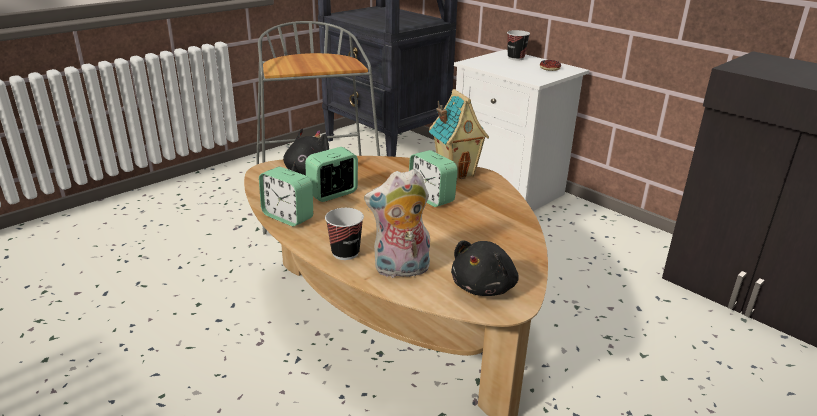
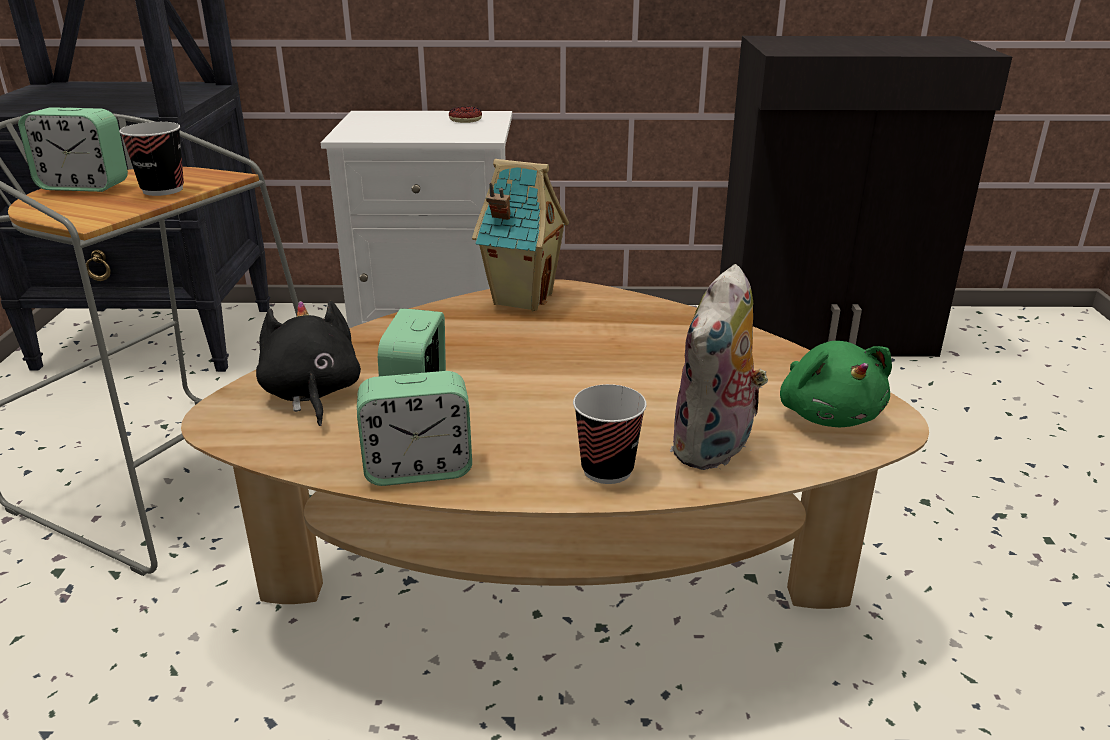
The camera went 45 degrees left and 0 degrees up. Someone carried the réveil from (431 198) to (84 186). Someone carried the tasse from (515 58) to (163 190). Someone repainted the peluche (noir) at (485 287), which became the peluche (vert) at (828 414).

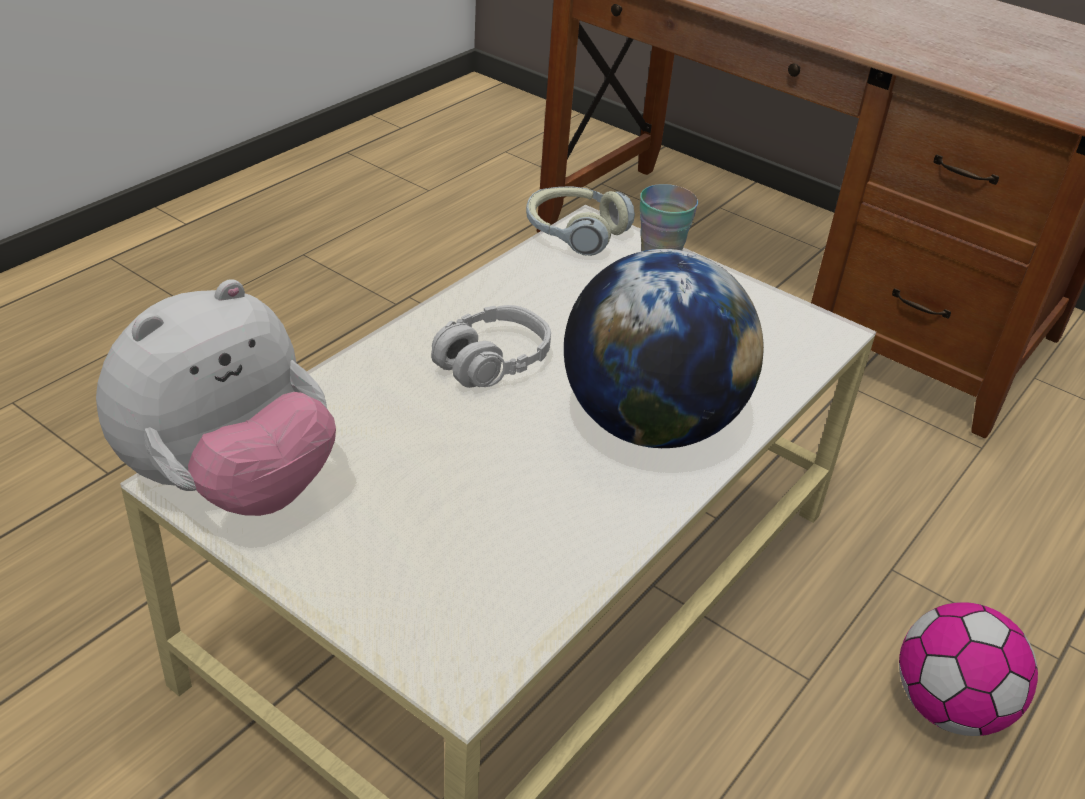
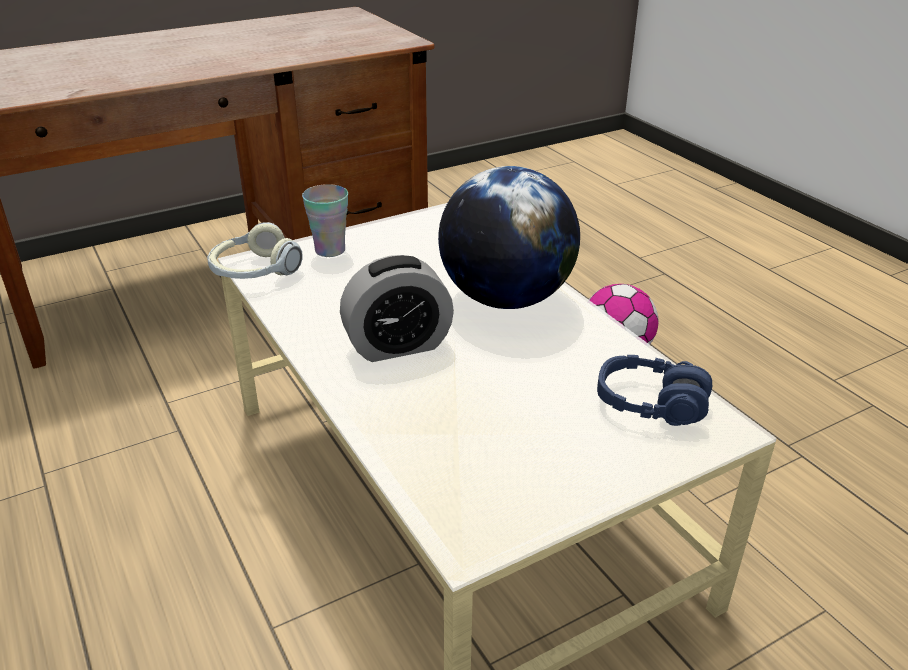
The camera went 65 degrees left and 5 degrees down. Someone took away the peluche at (230 484). Someone put down the casque audio (bleu) at (650 404). Someone swapped the casque audio (gris) at (491 362) for the réveil at (398 345).

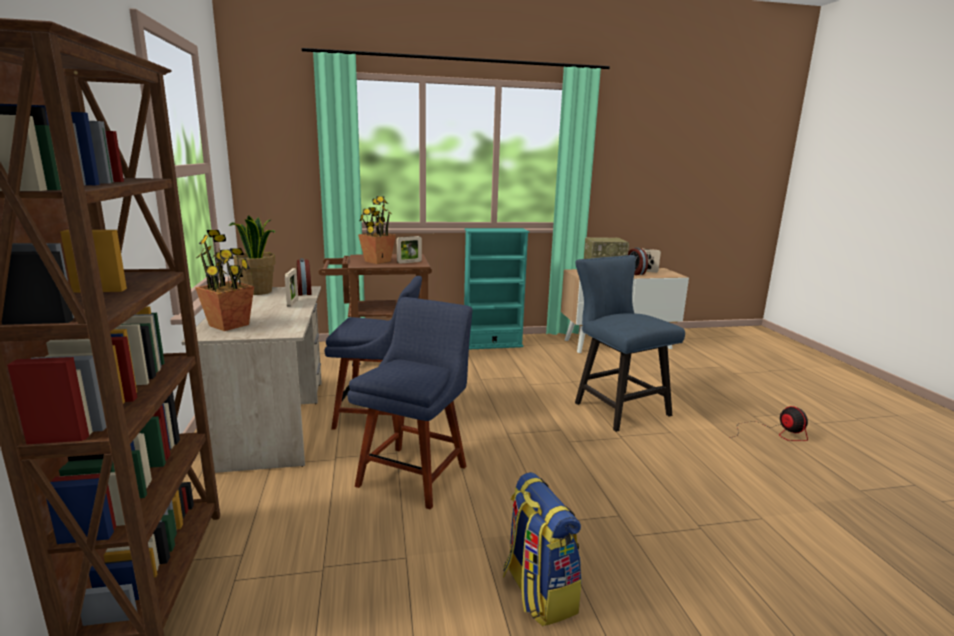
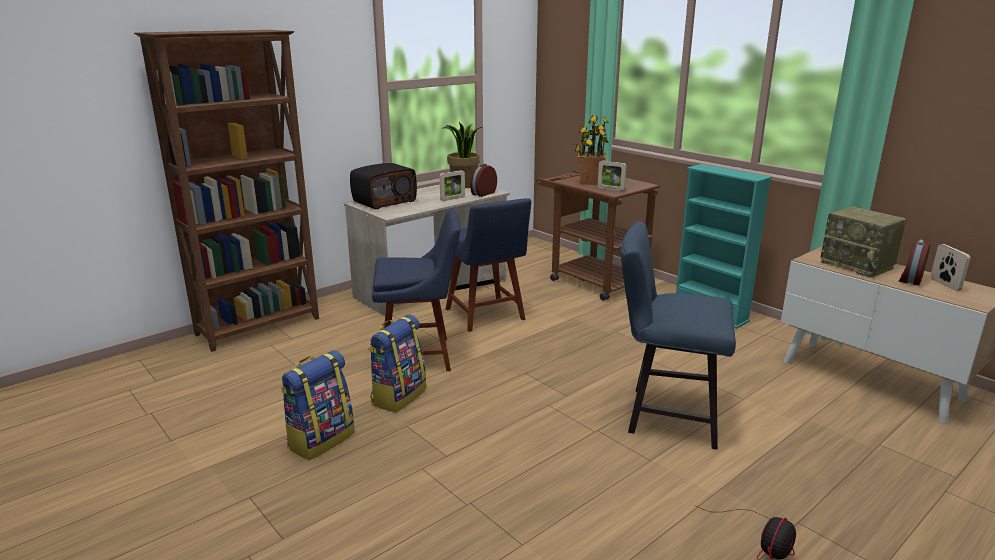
The camera went 60 degrees right and 5 degrees up. Someone put down the sac à dos at (398 396). Someone swapped the plante en pot at (229 325) for the radio at (384 201). Someone rotated the chaise (bleu) at (616 407) by 105 degrees counterclockwise.

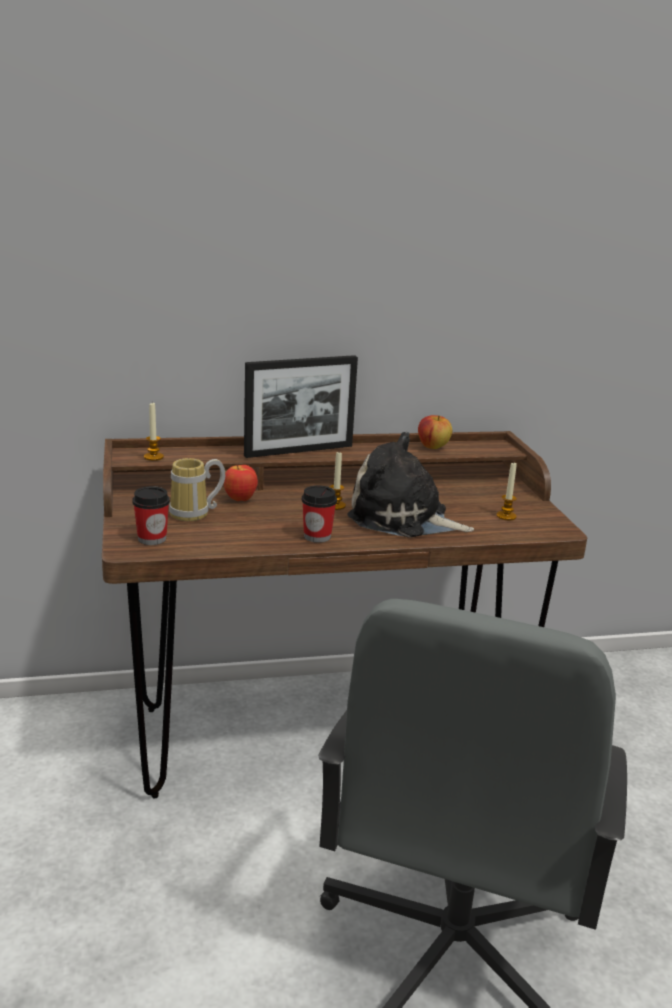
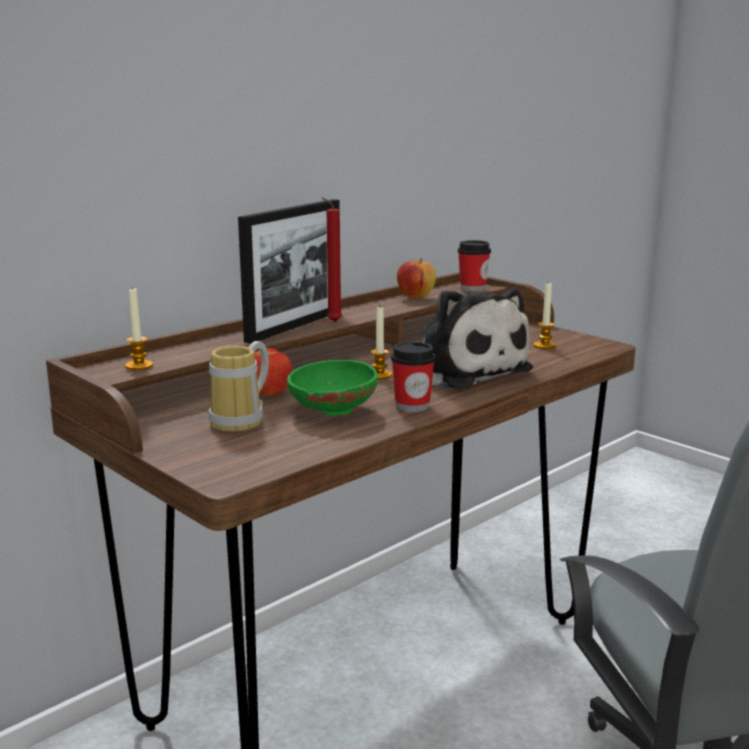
The camera went 30 degrees left and 5 degrees down. Someone put down the bol (vert) at (331 411). Someone put down the bougie (rouge) at (332 322). Someone carried the tasse from (152 539) to (473 288). Someone rotated the peluche at (403 518) by 120 degrees counterclockwise.

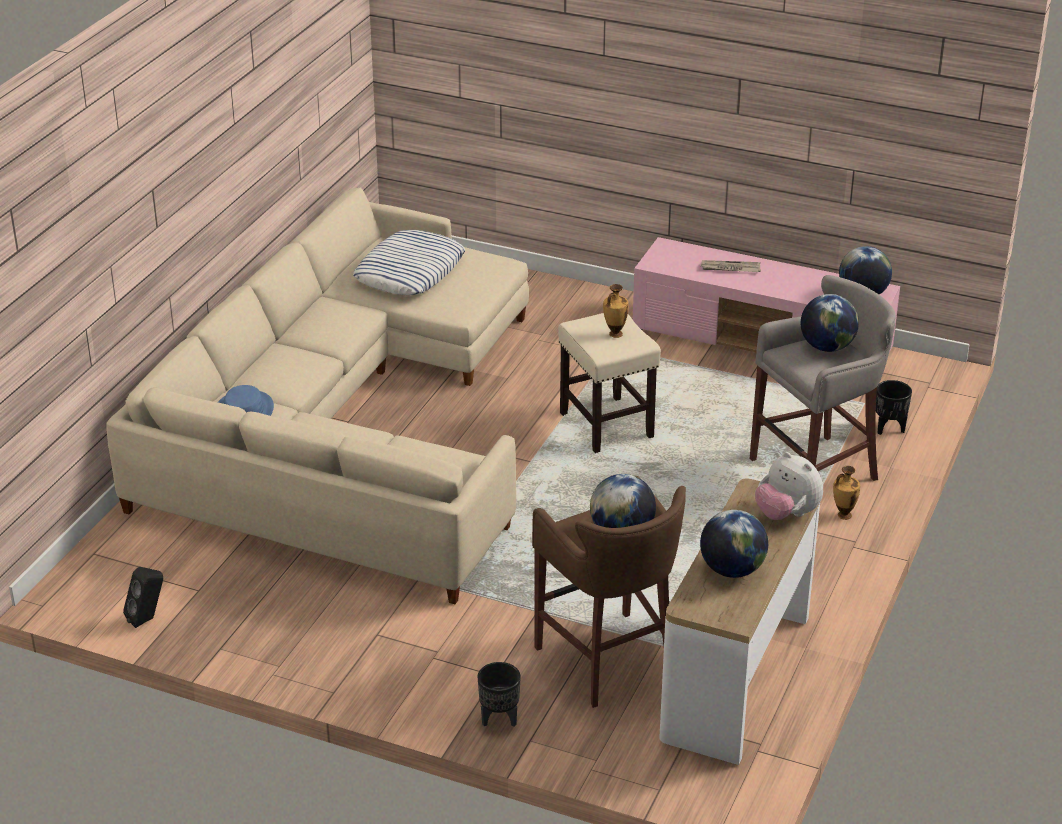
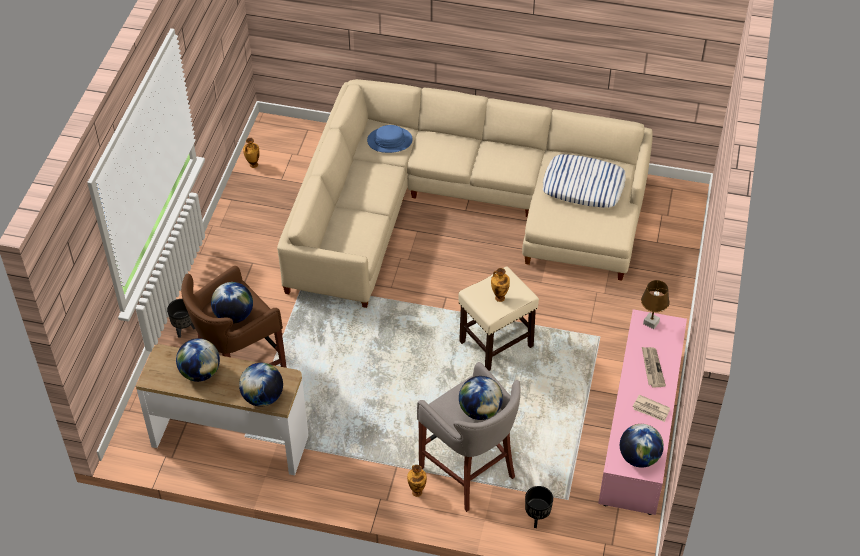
The camera went 80 degrees right and 15 degrees up. Someone put down the journal at (651 409). Someone put down the lampe de table (marron) at (651 323). Someone swapped the enceinte (noir) at (148 619) for the vase at (253 165). Someone swapped the peluche at (786 514) for the globe at (263 397).

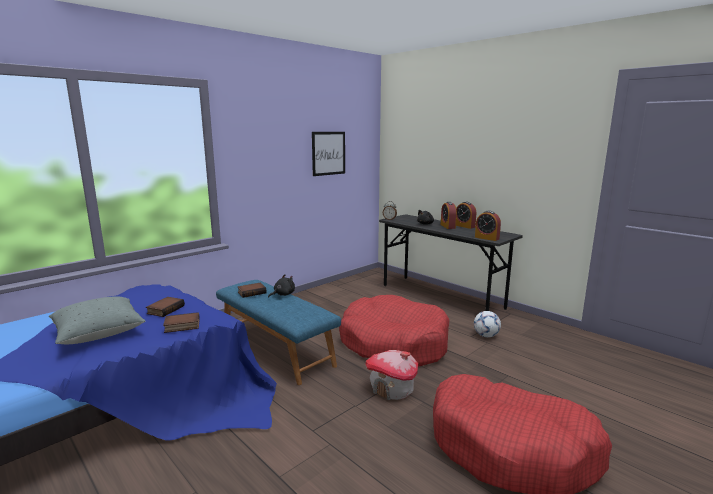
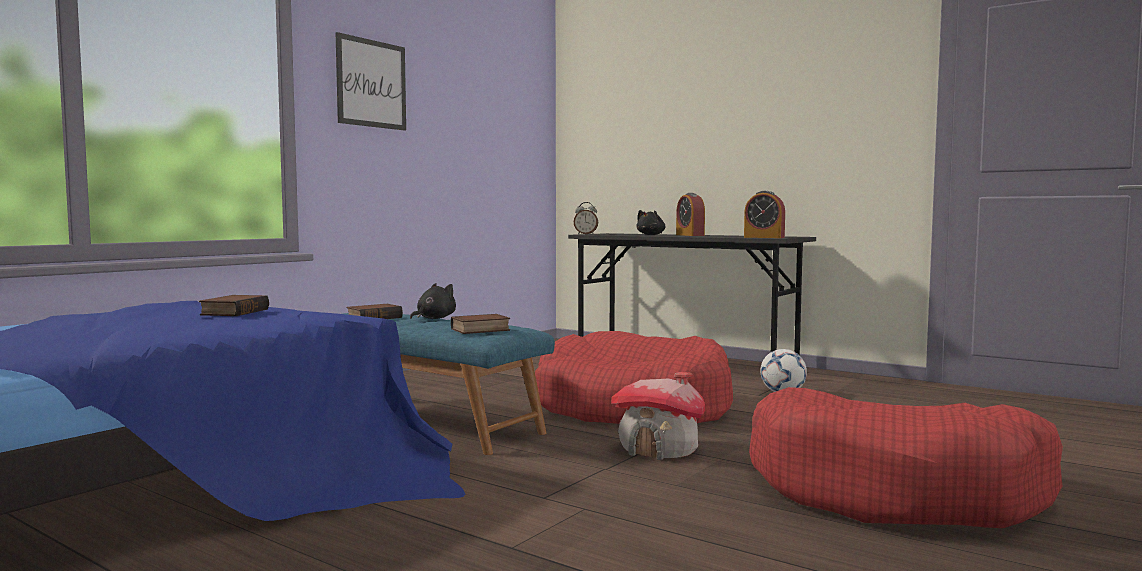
The camera went 10 degrees left and 10 degrees down. Someone took away the coussin (gris) at (99 333). Someone took away the réveil at (464 226). Someone carried the livre from (181 326) to (480 330). Someone carried the tableau from (328 153) to (371 83).

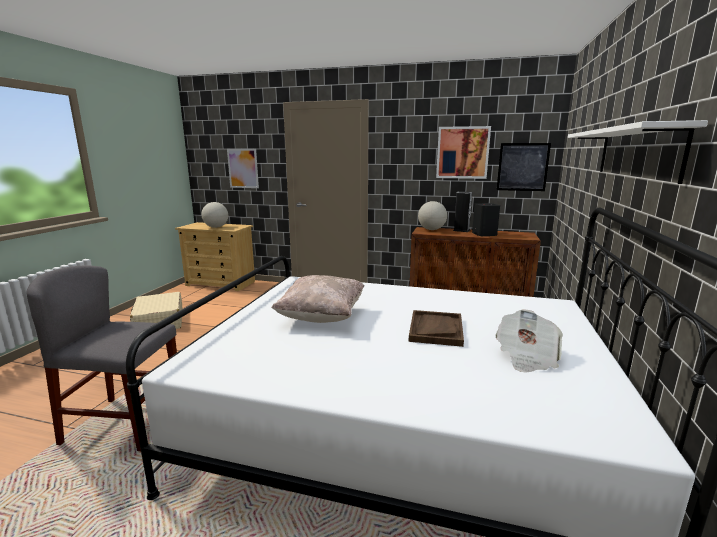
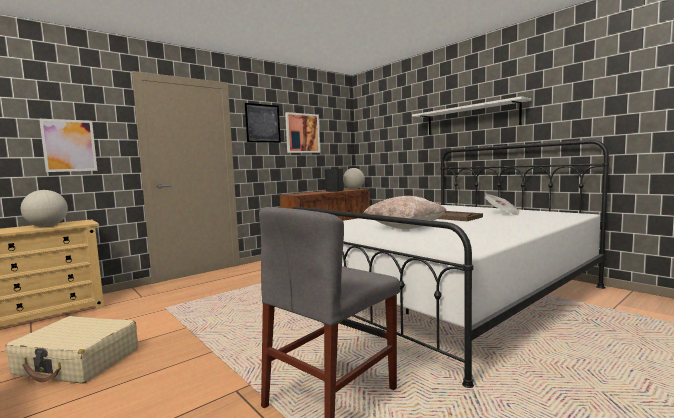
The camera went 55 degrees left and 10 degrees down. Someone took away the enceinte at (461 230). Someone carried the globe from (431 229) to (354 189). Someone carried the tableau from (522 167) to (263 123).

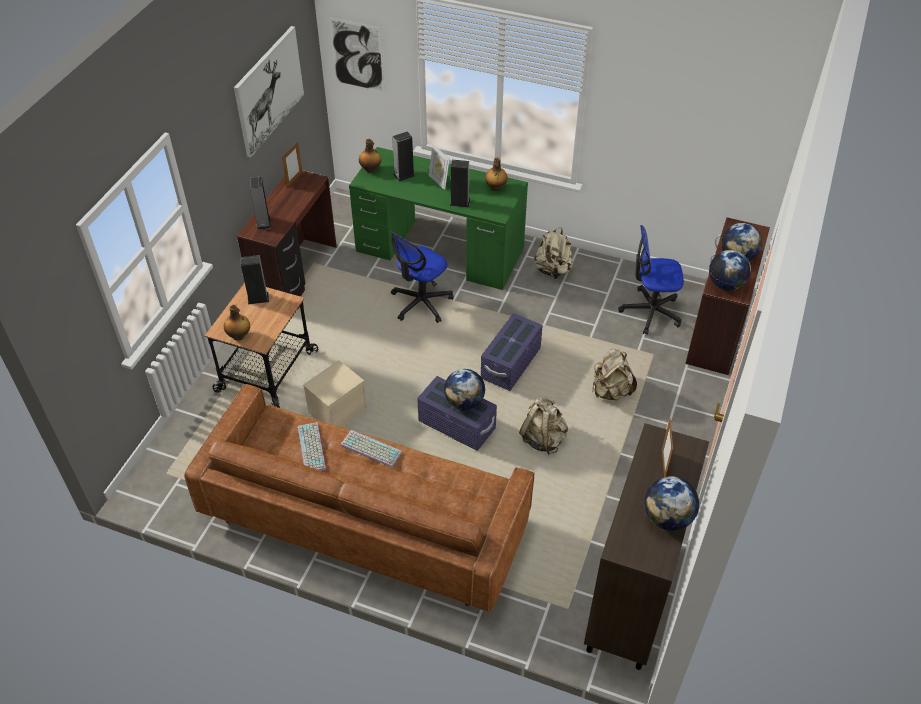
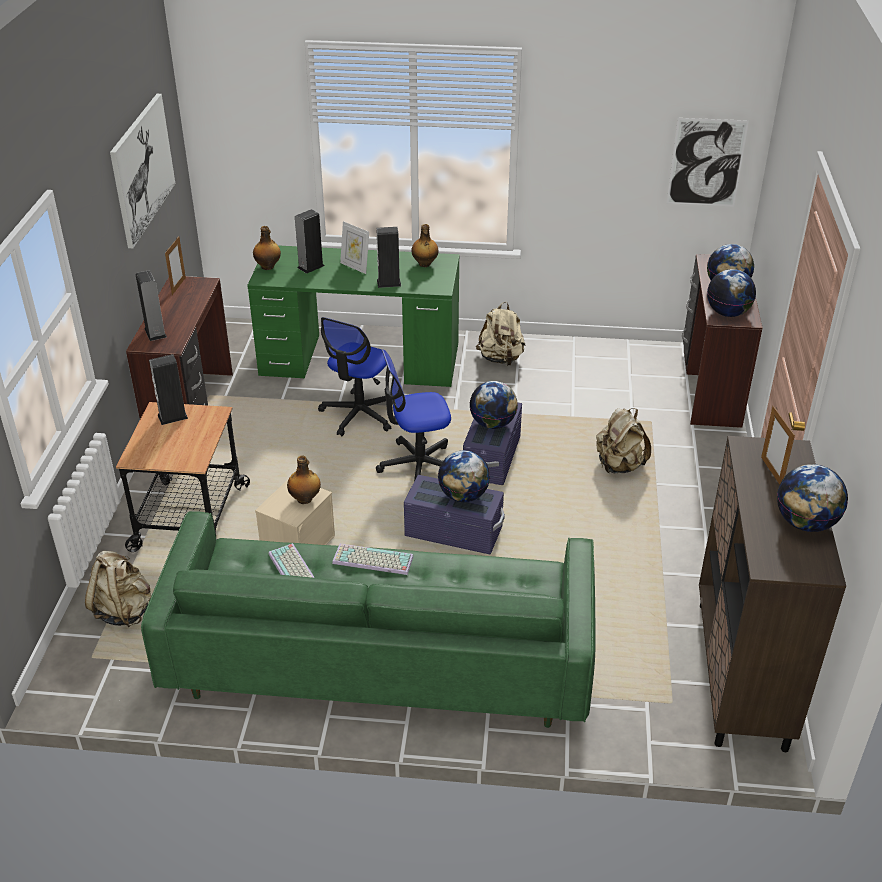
The camera went 15 degrees left and 10 degrees down. Someone put down the globe at (493 424). Someone carried the bouteille from (239 336) to (305 499). Someone carried the tableau from (357 55) to (706 163). Someone carried the sac à dos (beige) from (543 438) to (124 610). Someone carried the chaise de bureau from (650 311) to (418 466). Someone repainted the canapé (marron) at (365 520), which became the canapé (vert) at (380 658).

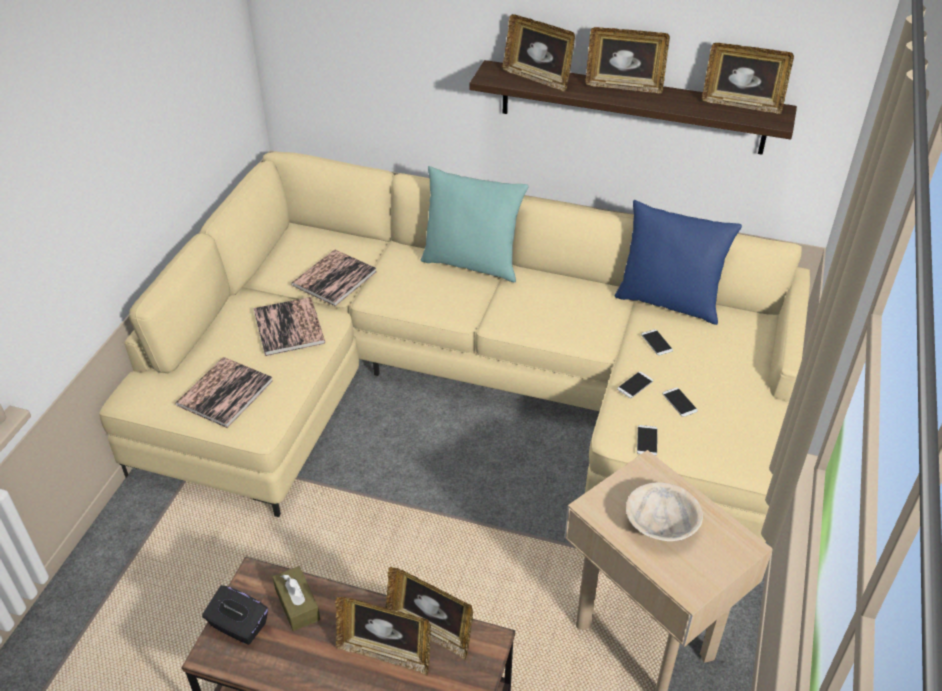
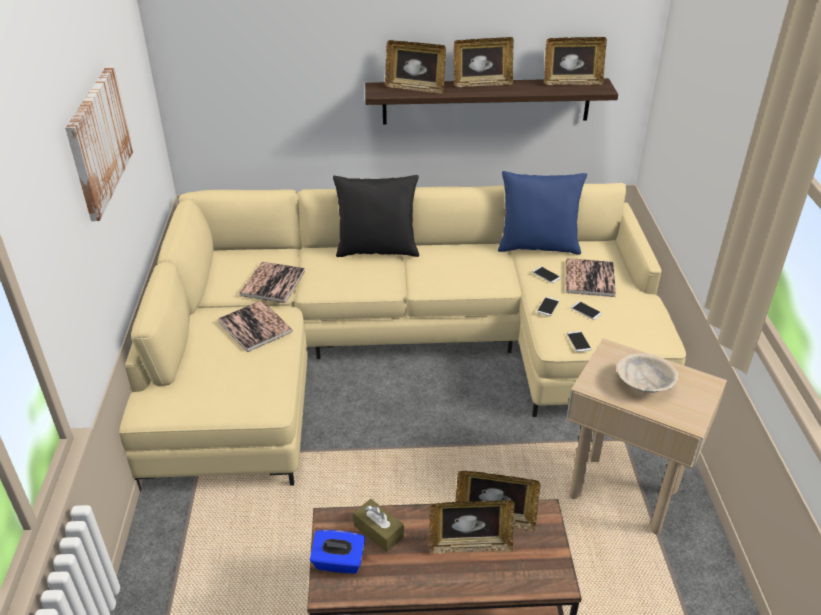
The camera went 20 degrees left and 5 degrees down. Someone put up the tableau at (98 141). Someone carried the livre from (225 393) to (589 278). Someone repainted the boîte à mouchoirs (noir) at (238 626), which became the boîte à mouchoirs (bleu) at (338 562). Someone repainted the coussin (turquoise) at (472 263), which became the coussin (noir) at (377 250).

